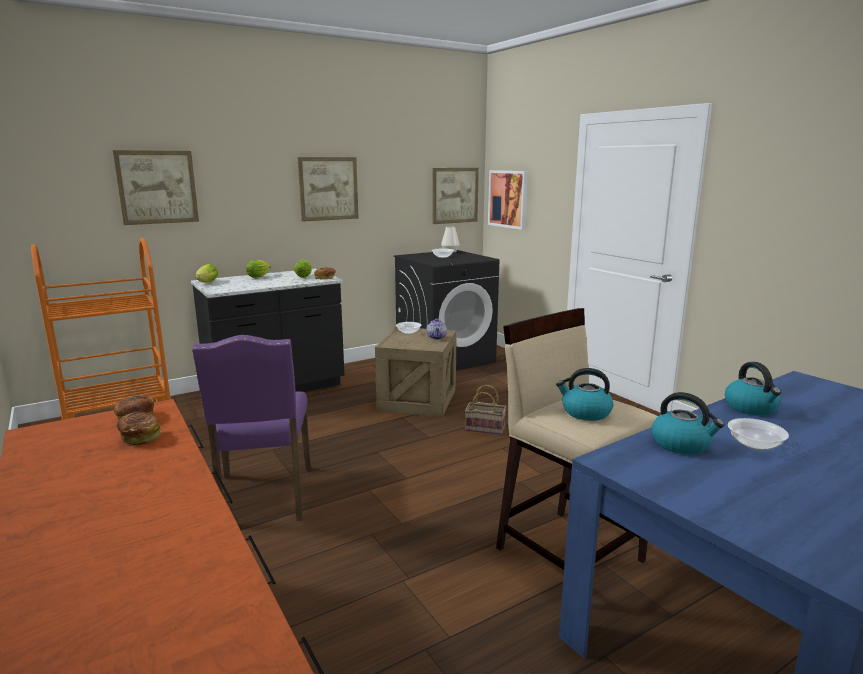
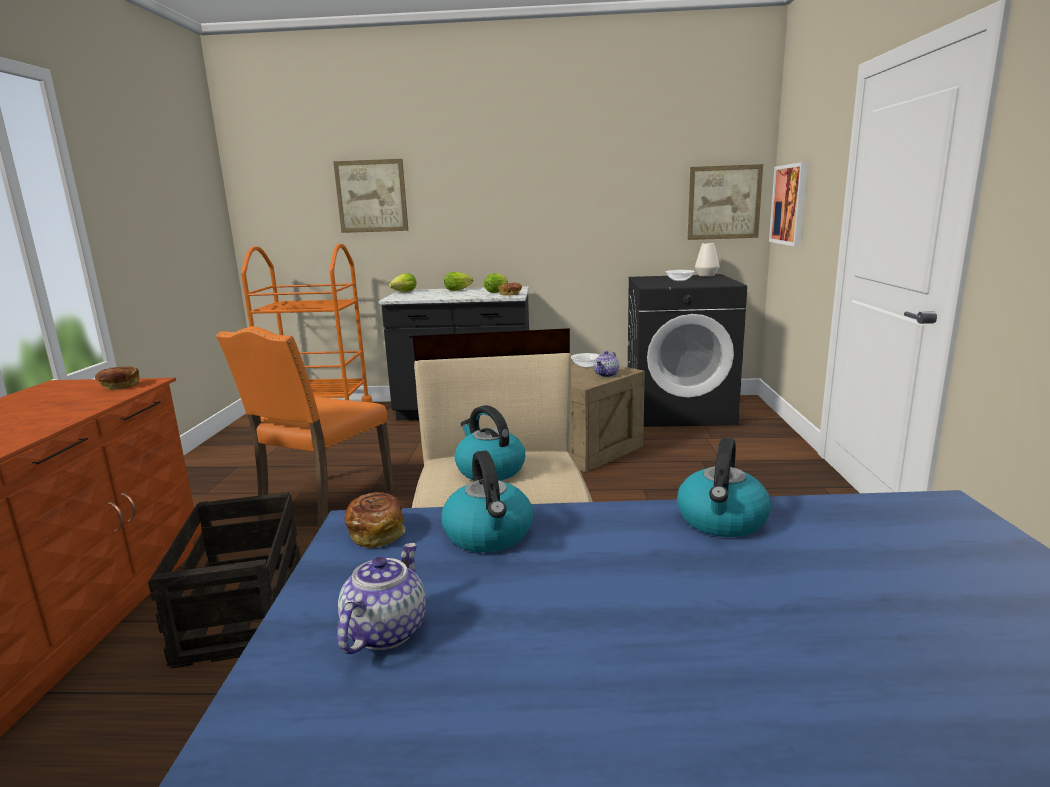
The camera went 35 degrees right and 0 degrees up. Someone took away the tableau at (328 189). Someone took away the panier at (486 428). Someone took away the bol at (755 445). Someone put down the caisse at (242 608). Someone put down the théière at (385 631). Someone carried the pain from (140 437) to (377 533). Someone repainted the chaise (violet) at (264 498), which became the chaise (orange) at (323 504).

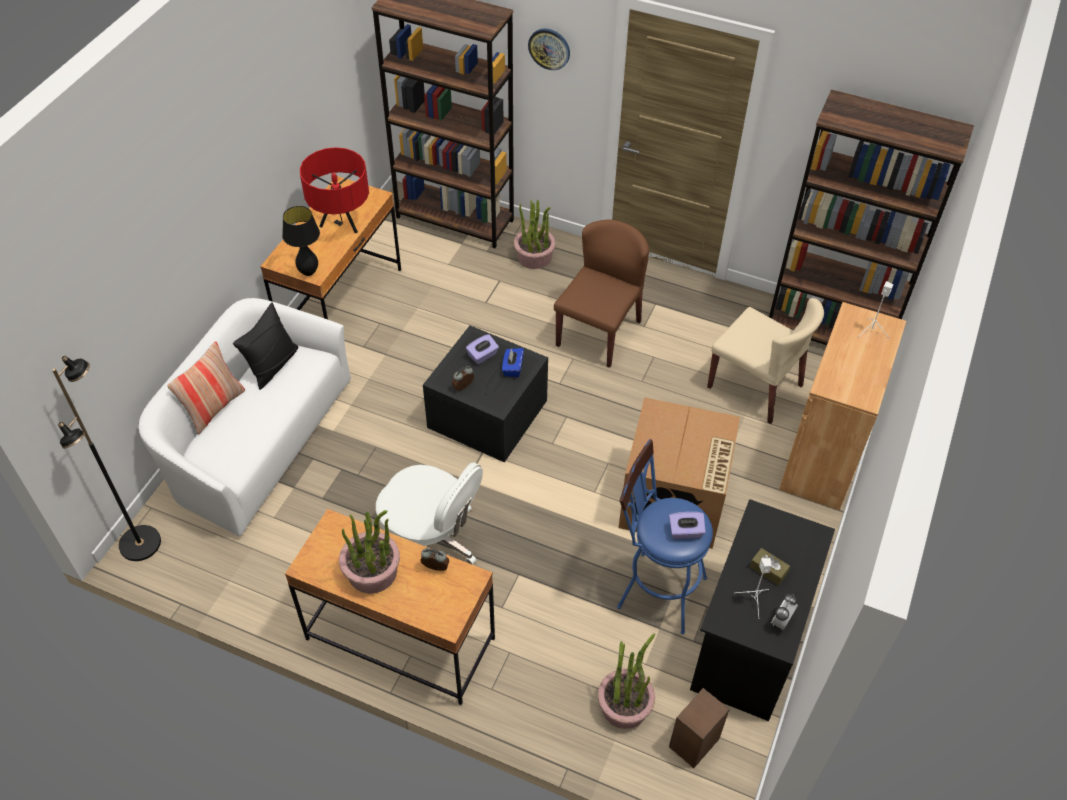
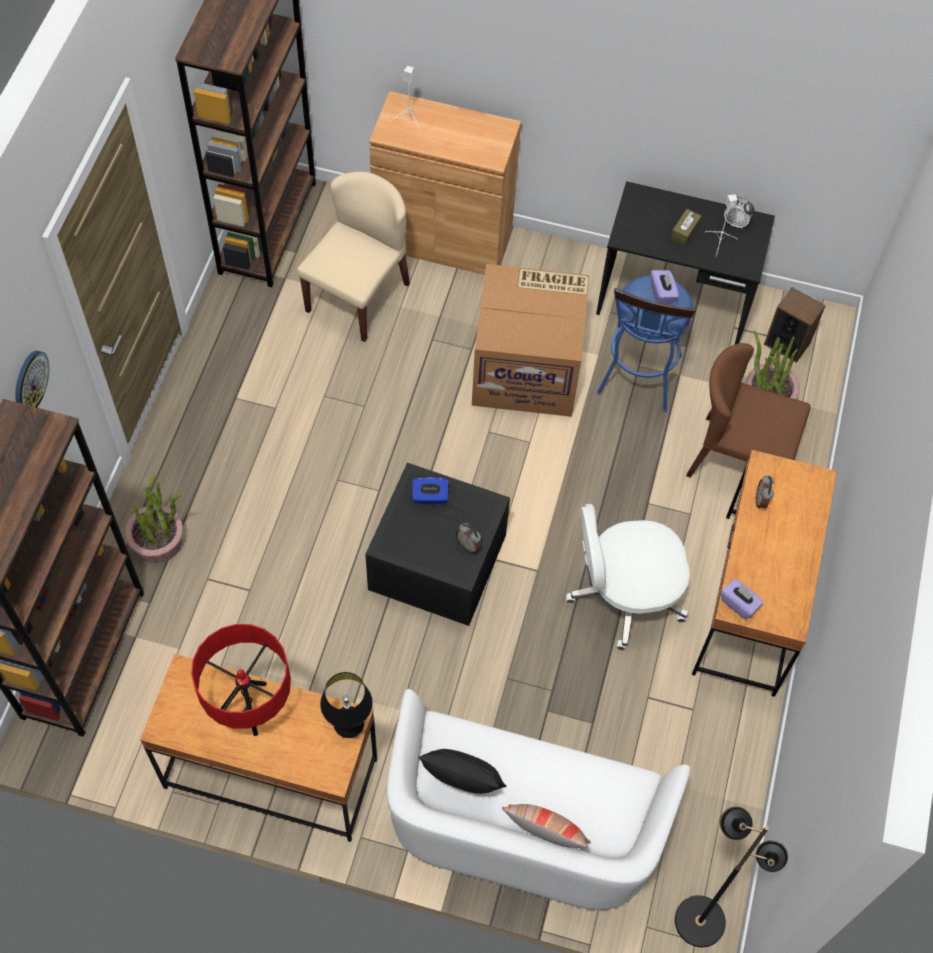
The camera went 100 degrees left and 10 degrees up. Someone took away the plante en pot at (372 572). Someone carried the boîte à mouchoirs (violet) from (482 355) to (739 604). Someone carried the chaise (marron) from (598 332) to (737 459). Someone rotated the chaise de bureau (blanc) at (430 539) by 120 degrees counterclockwise.

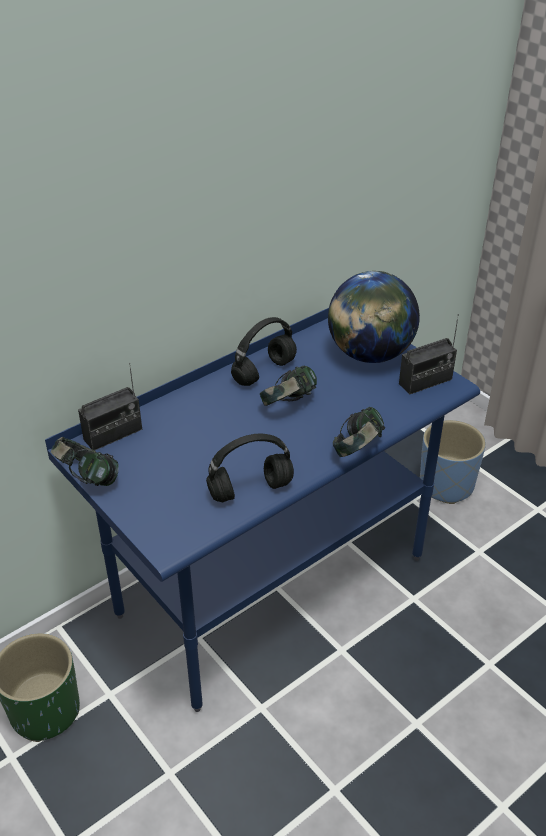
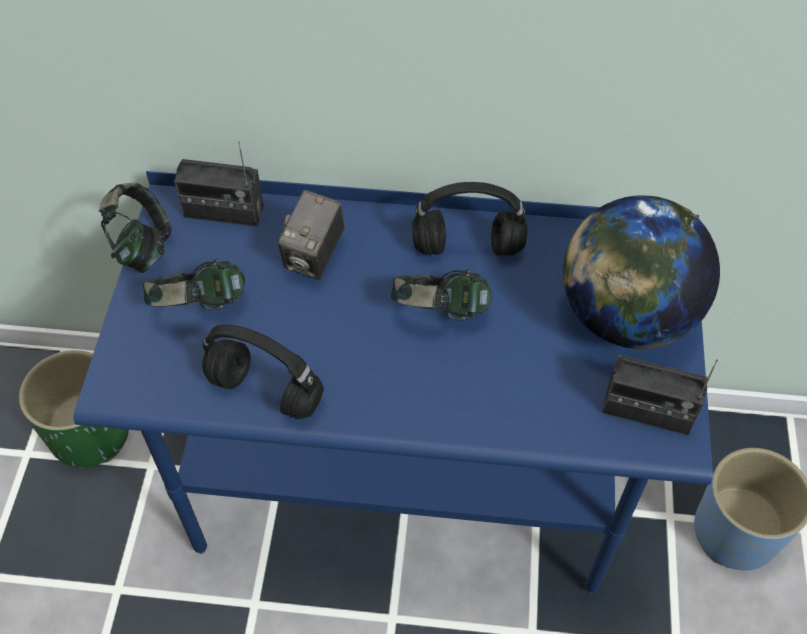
The camera went 45 degrees right and 15 degrees up. Someone put down the appareil photo at (314 256). Someone carried the casque audio from (358 450) to (200 307).

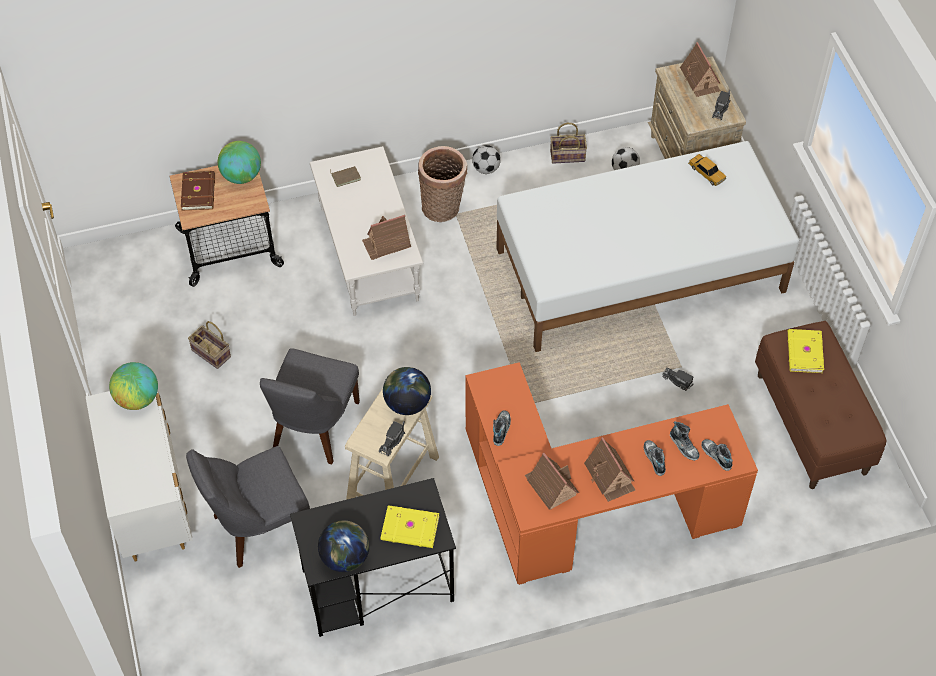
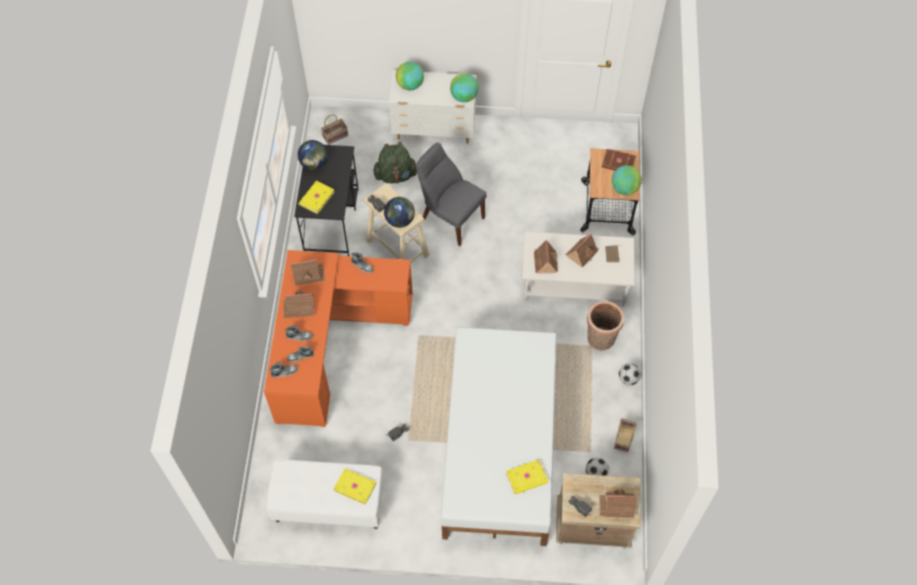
The camera went 110 degrees right and 5 degrees up. Someone put down the globe at (410 85). Someone put down the maison miniature at (582 253). Someone carried the panier from (210 353) to (335 135). Someone swapped the chaise (gris) at (258 527) for the sac à dos (vert) at (395 175). Someone swapped the petite voiture at (707 173) for the livre (jaune) at (527 478). Someone repainted the banc (marron) at (812 423), which became the banc (blanc) at (328 504).

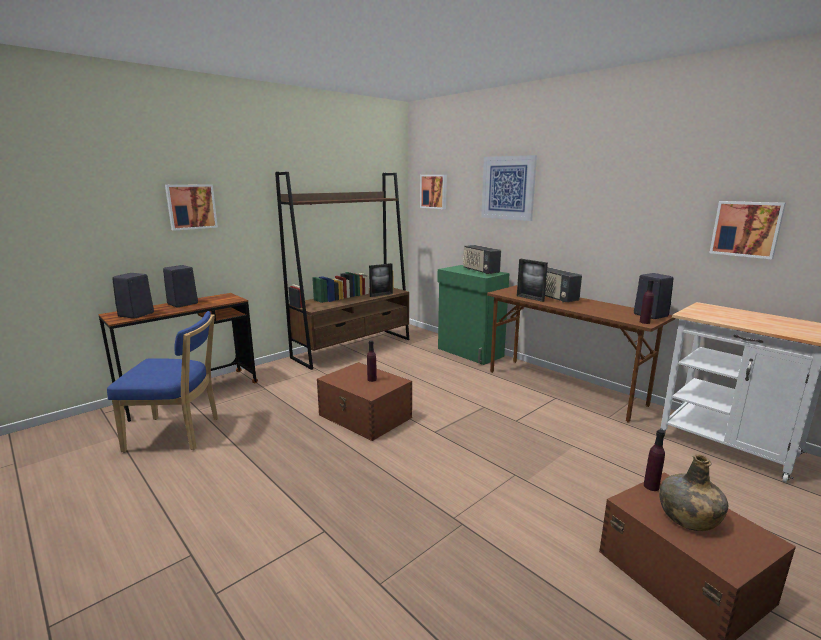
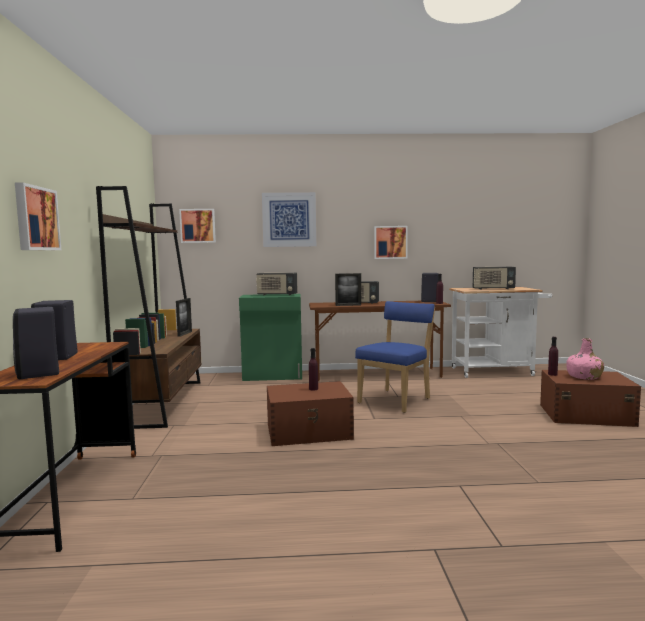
The camera went 50 degrees left and 10 degrees down. Someone put down the radio at (493 289). Someone carried the chaise (bleu) from (178 434) to (396 400). Someone carried the tableau from (746 229) to (390 242). Someone repainted the bouteille (vert) at (688 517), which became the bouteille (rose) at (584 377).

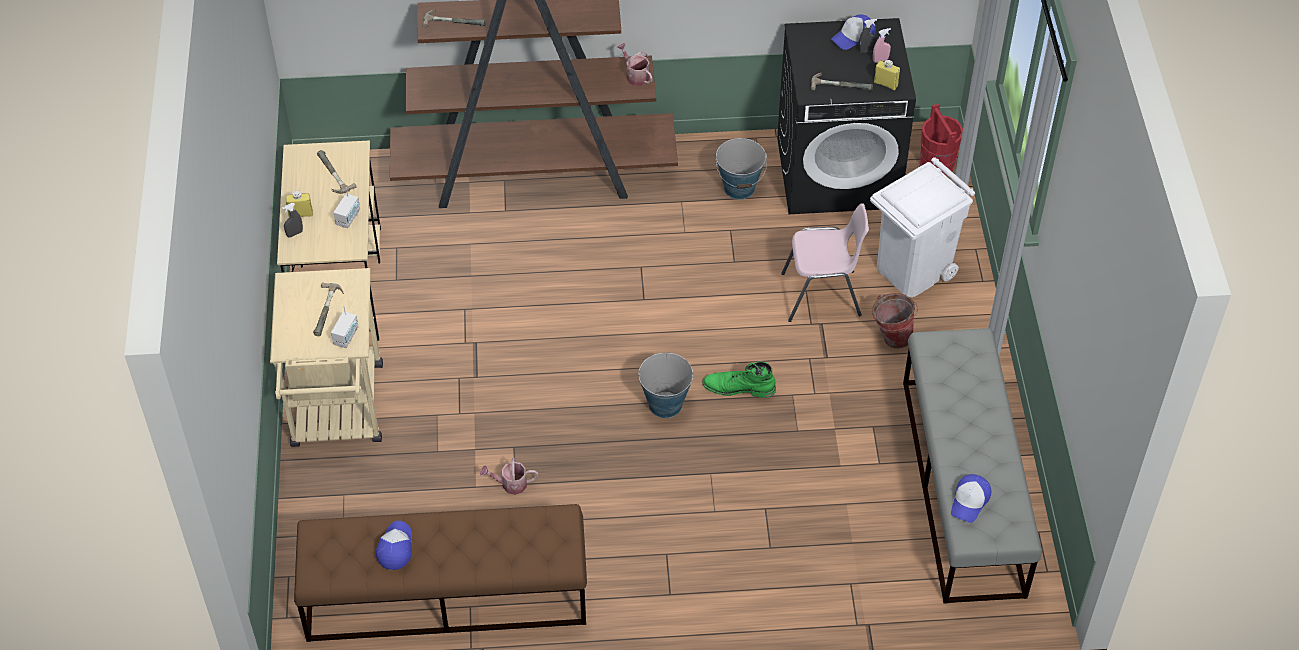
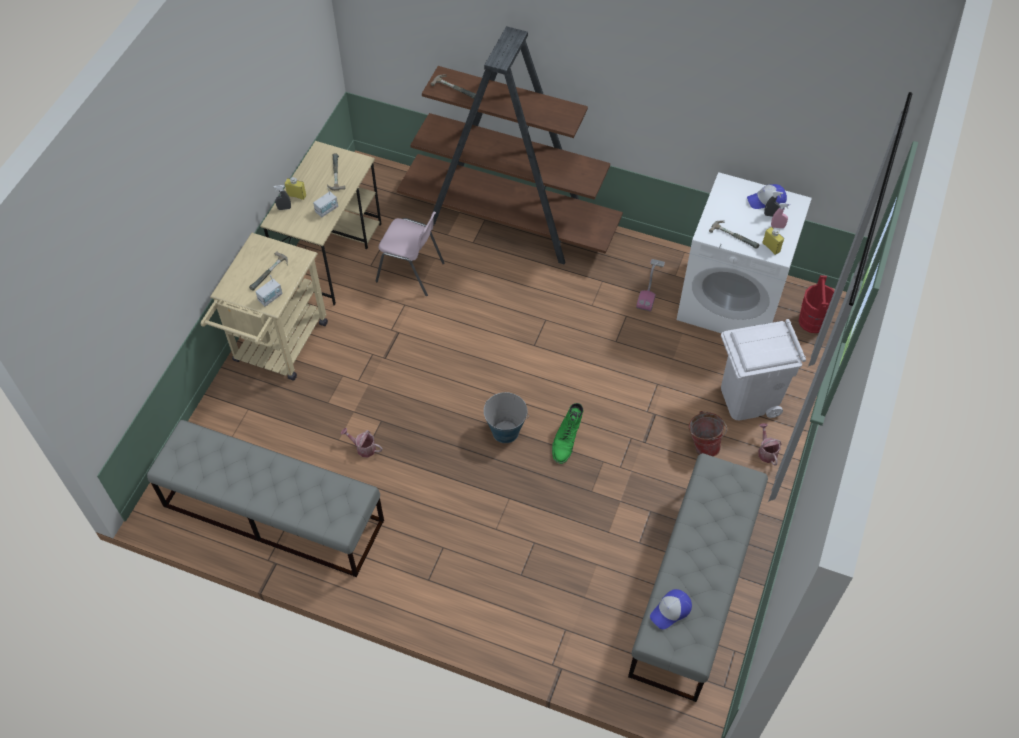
The camera went 25 degrees right and 5 degrees up. Someone took away the casquette at (395 547). Someone carried the arrosoir from (635 75) to (766 451). Someone carried the chaise (rose) from (822 296) to (411 272). Someone swapped the seau at (739 188) for the aspirateur at (650 286). Someone repainted the banc (marron) at (445 596), which became the banc (gris) at (272 513). Someone repainted the lave-linge (noir) at (838 172), which became the lave-linge (blanc) at (732 301). Someone rotated the botte (vert) at (739 387) by 105 degrees counterclockwise.

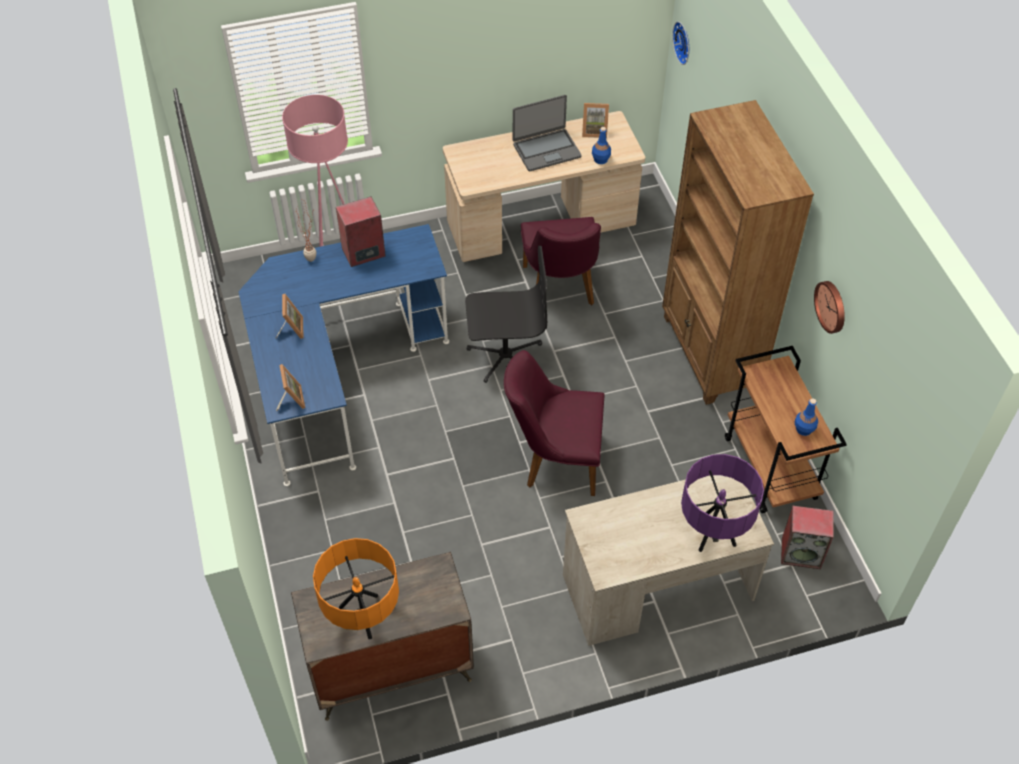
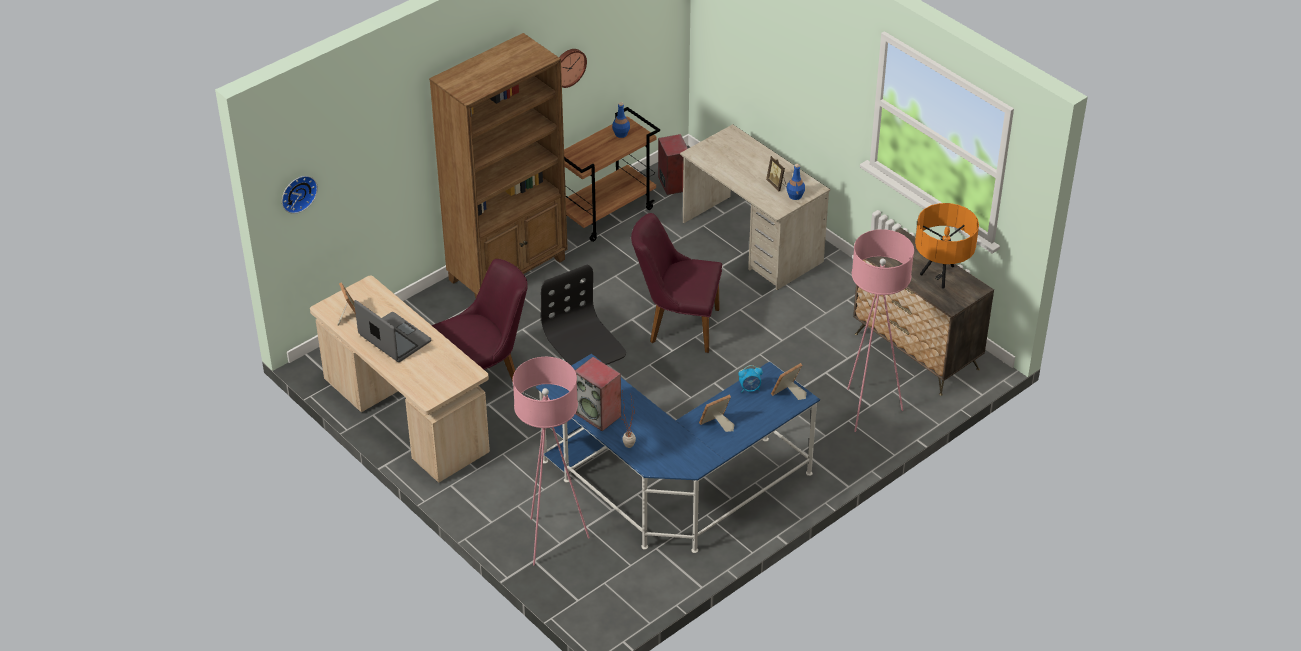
The camera went 115 degrees left and 10 degrees down. Someone took away the lampe de table (violet) at (713 532). Someone put down the réveil at (750 389). Someone put down the cadre photo at (777 185). Someone put down the lampadaire (rose) at (868 409). Someone carried the bouteille (bleu) from (600 160) to (795 196). Someone rotated the chaise (violet) at (554 460) by 120 degrees clockwise.

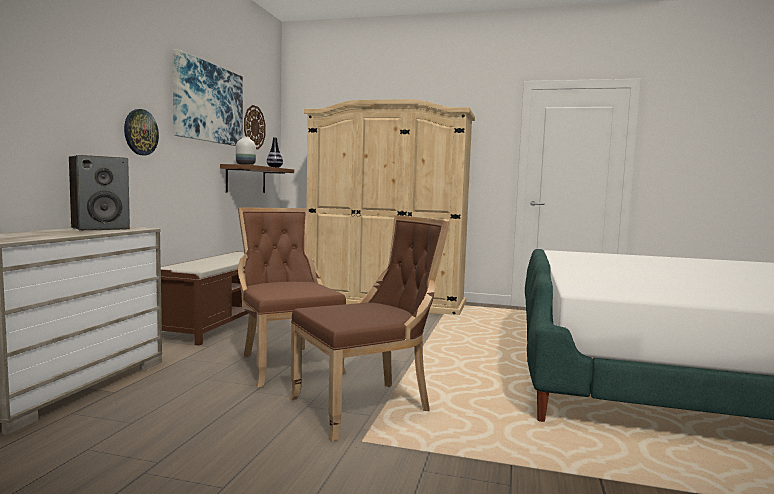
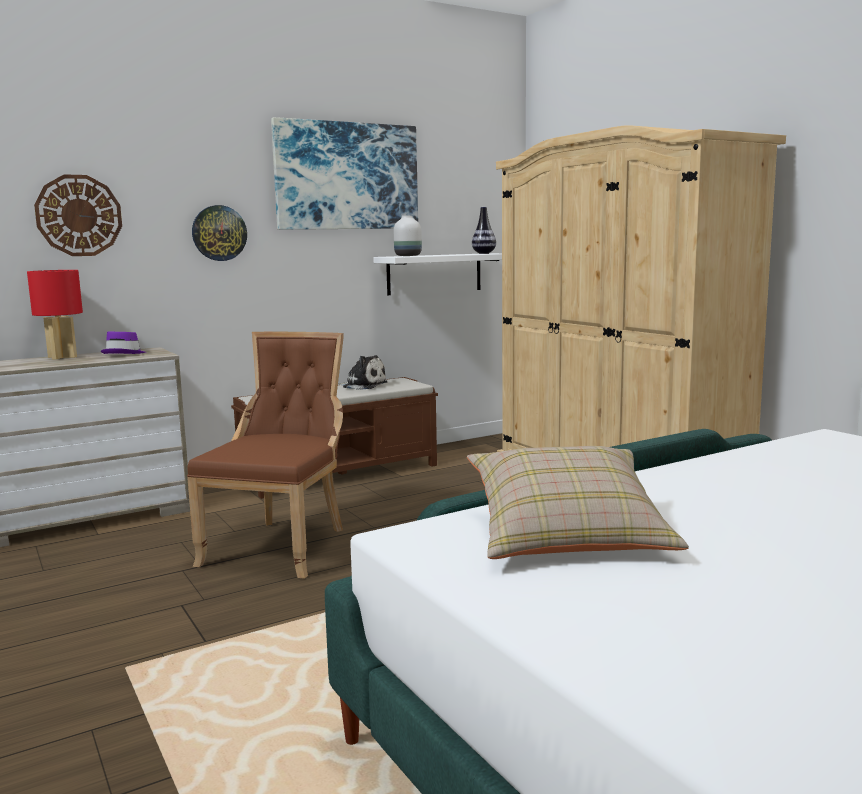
The camera went 45 degrees right and 5 degrees up. Someone took away the chaise (marron) at (366 406). Someone put down the lampe de table (rouge) at (62 357). Someone put down the peluche at (363 386). Someone put down the coussin (beige) at (566 535). Someone carried the horloge murale from (254 127) to (79 215). Someone swapped the enceinte at (101 228) for the chapeau (violet) at (125 354). Someone repainted the étagère (marron) at (246 179), which became the étagère (blanc) at (434 273).

